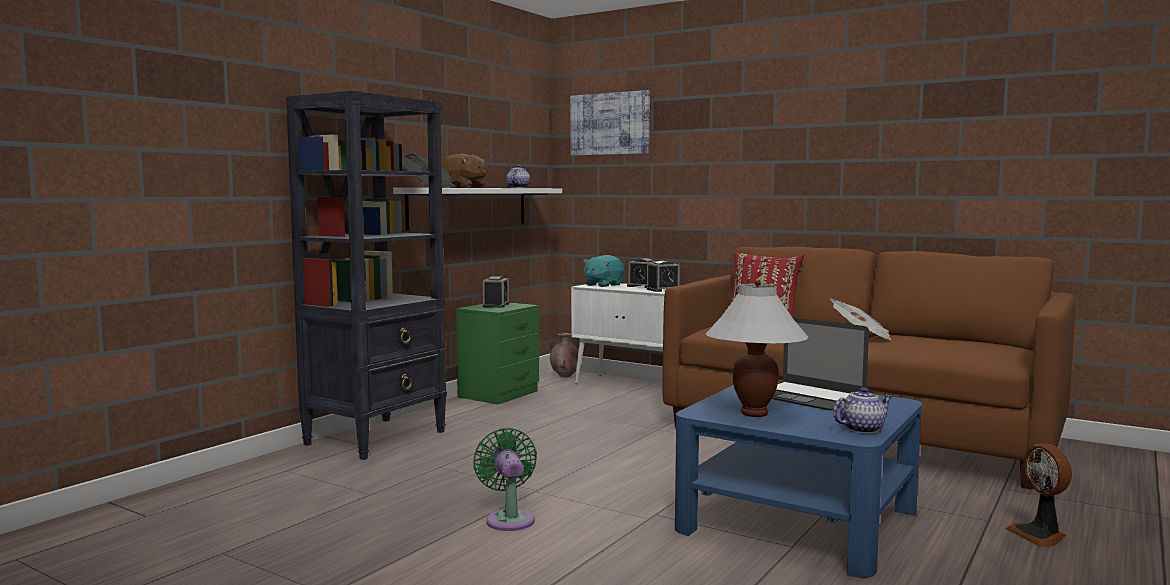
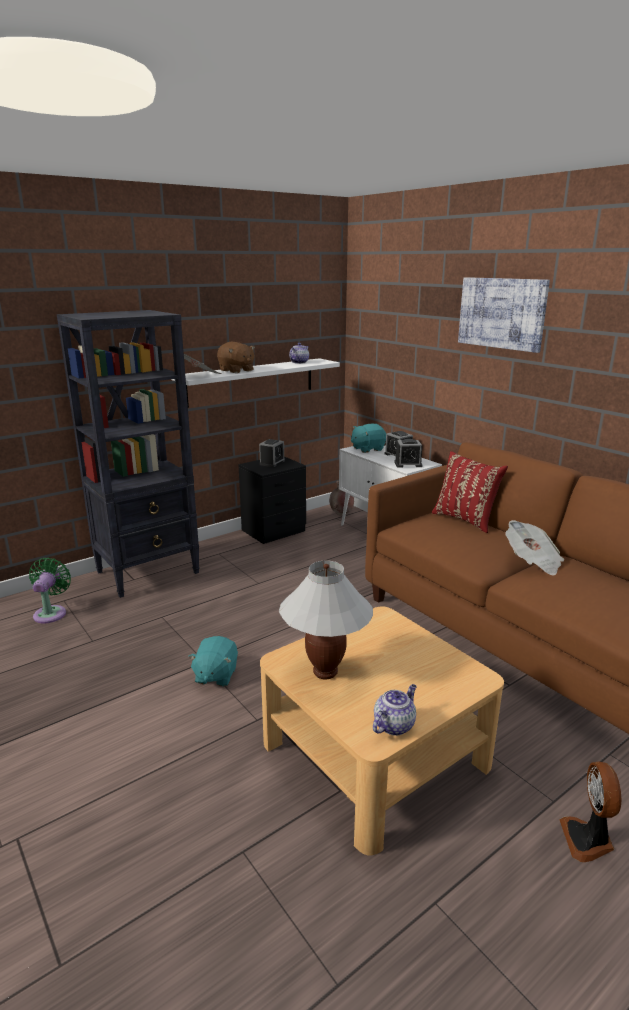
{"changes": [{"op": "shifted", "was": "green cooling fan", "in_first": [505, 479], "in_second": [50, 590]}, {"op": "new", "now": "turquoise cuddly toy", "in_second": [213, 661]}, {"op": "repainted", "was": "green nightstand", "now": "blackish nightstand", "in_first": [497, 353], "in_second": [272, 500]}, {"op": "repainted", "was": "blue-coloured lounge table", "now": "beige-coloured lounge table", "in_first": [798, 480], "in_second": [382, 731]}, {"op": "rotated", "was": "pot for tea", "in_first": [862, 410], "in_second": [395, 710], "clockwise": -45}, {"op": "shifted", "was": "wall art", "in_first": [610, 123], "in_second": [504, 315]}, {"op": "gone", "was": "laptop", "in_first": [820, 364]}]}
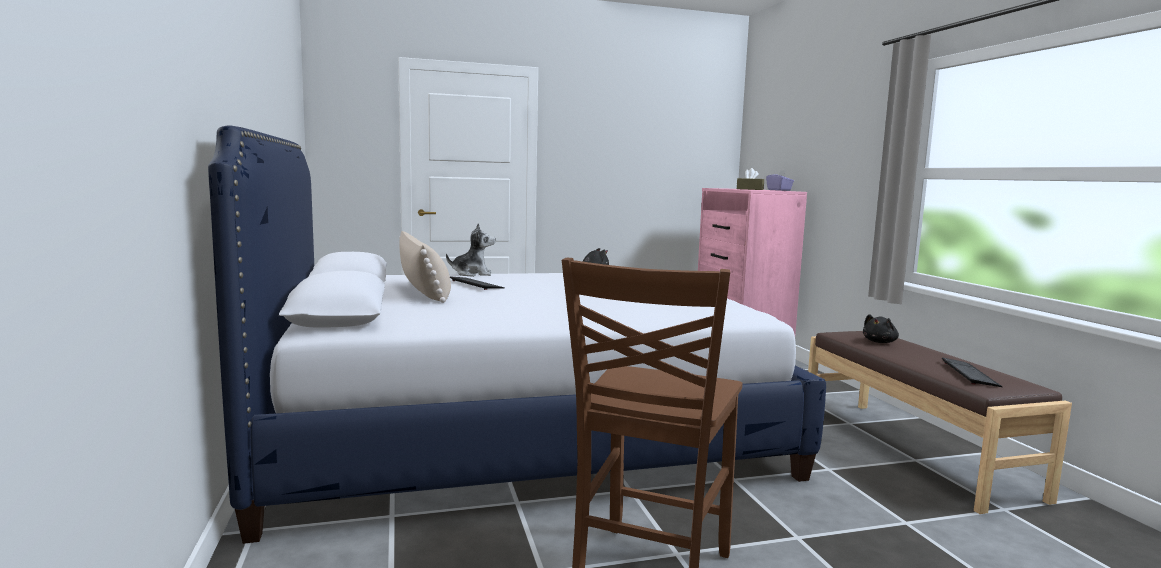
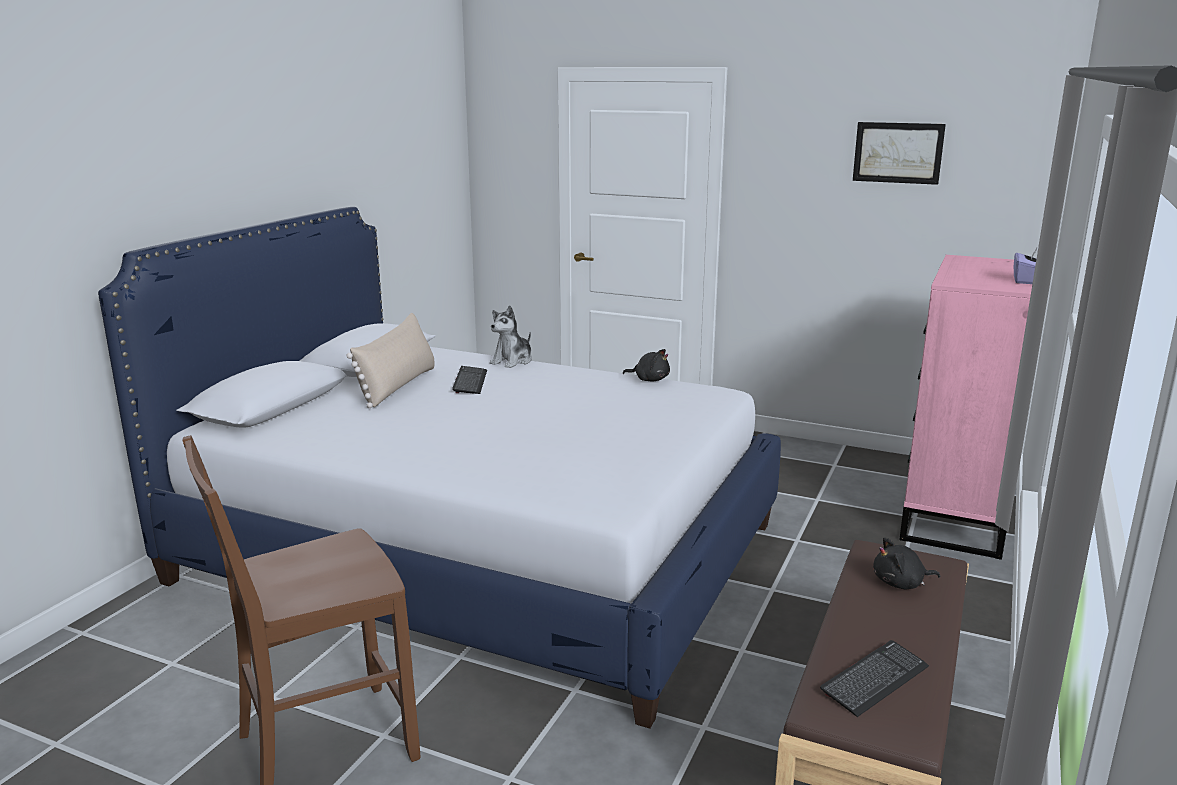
{"changes": [{"op": "rotated", "was": "cuddly toy", "in_first": [471, 250], "in_second": [511, 337], "clockwise": 90}, {"op": "new", "now": "wall art", "in_second": [899, 153]}, {"op": "gone", "was": "brown-coloured tissue box", "in_first": [750, 179]}]}
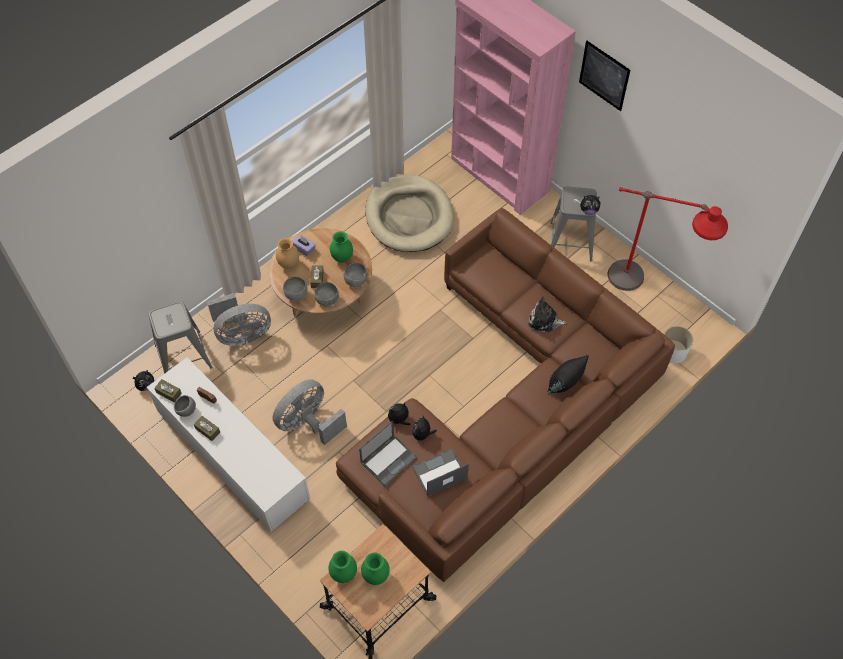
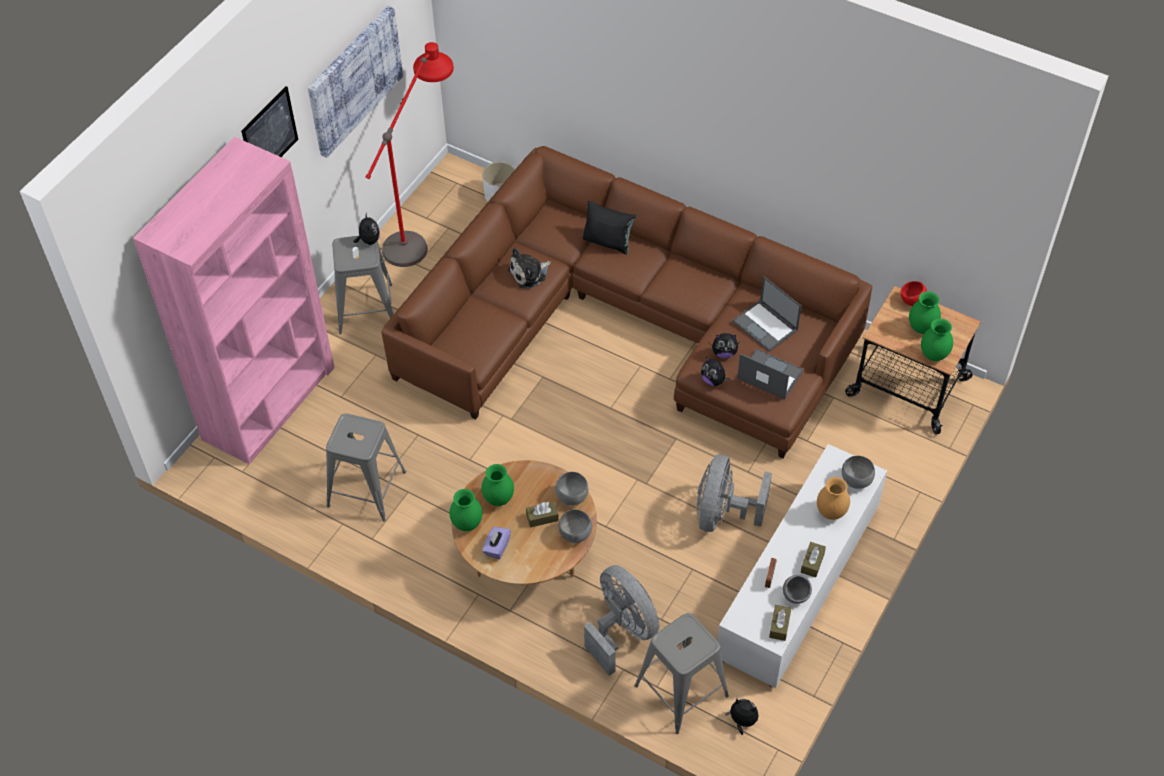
{"changes": [{"op": "new", "now": "wall art", "in_second": [355, 82]}, {"op": "swapped", "was": "beige-coloured pet bed", "now": "greyish stool seat", "in_first": [409, 213], "in_second": [366, 467]}, {"op": "new", "now": "green decorative vase", "in_second": [465, 510]}, {"op": "rotated", "was": "cuddly toy", "in_first": [547, 314], "in_second": [529, 268], "clockwise": 60}, {"op": "rotated", "was": "greyish cooling fan", "in_first": [309, 412], "in_second": [734, 493], "clockwise": 75}, {"op": "shifted", "was": "brown-coloured decorative vase", "in_first": [287, 253], "in_second": [833, 498]}, {"op": "shifted", "was": "greyish bowl", "in_first": [355, 275], "in_second": [858, 472]}, {"op": "new", "now": "red-coloured bowl", "in_second": [914, 293]}]}
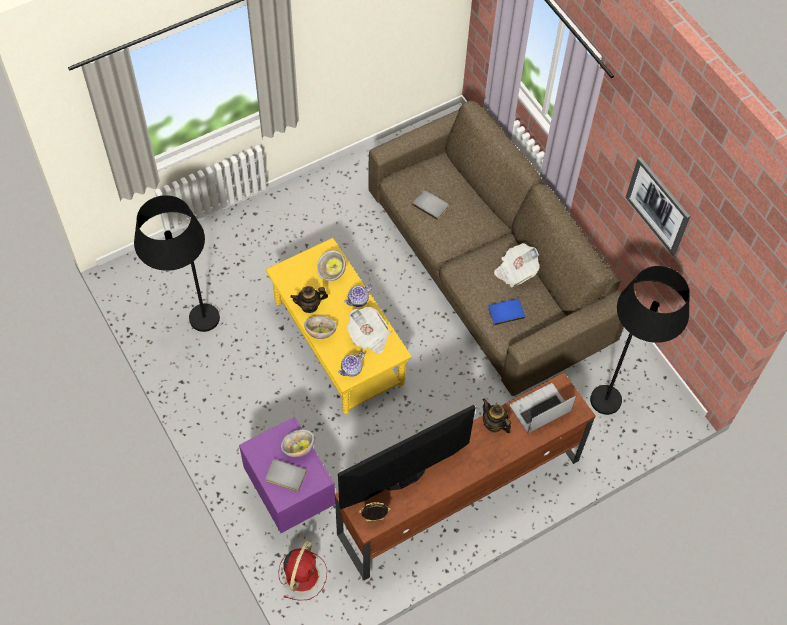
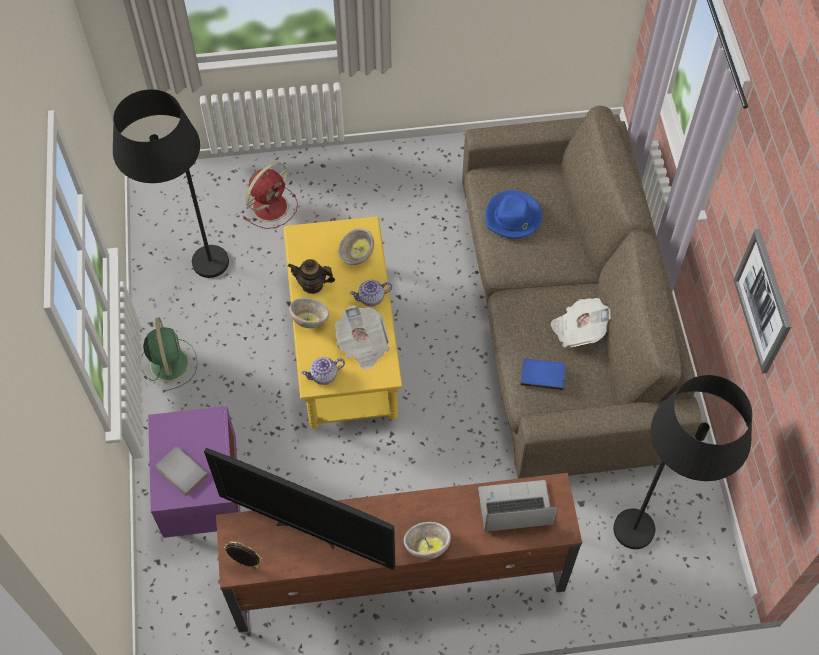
{"changes": [{"op": "new", "now": "green cooling fan", "in_second": [169, 354]}, {"op": "rotated", "was": "TV set", "in_first": [407, 457], "in_second": [299, 509], "clockwise": -150}, {"op": "shifted", "was": "red-coloured cooling fan", "in_first": [302, 570], "in_second": [270, 195]}, {"op": "shifted", "was": "bowl", "in_first": [298, 443], "in_second": [427, 540]}, {"op": "swapped", "was": "greyish volume", "now": "blue-coloured hat", "in_first": [430, 205], "in_second": [514, 214]}, {"op": "gone", "was": "pot for tea", "in_first": [497, 415]}]}
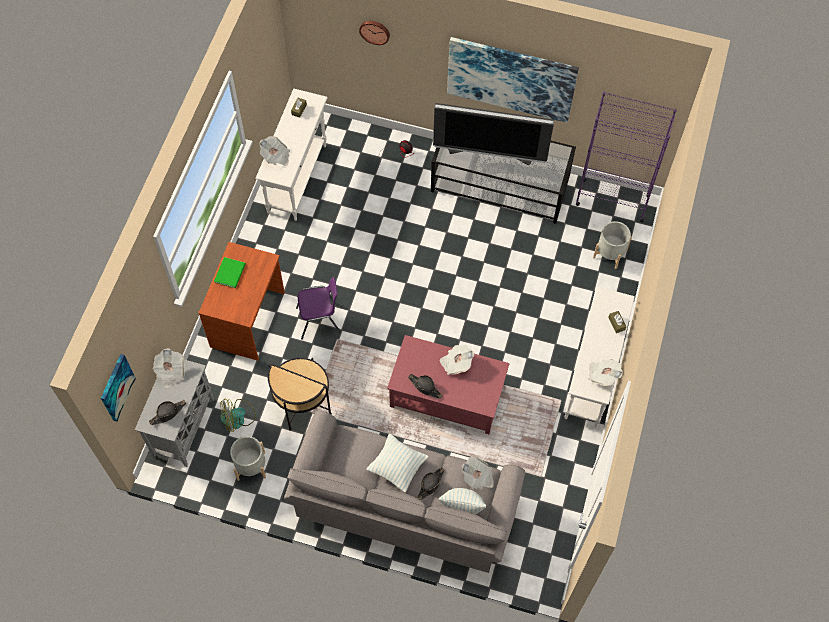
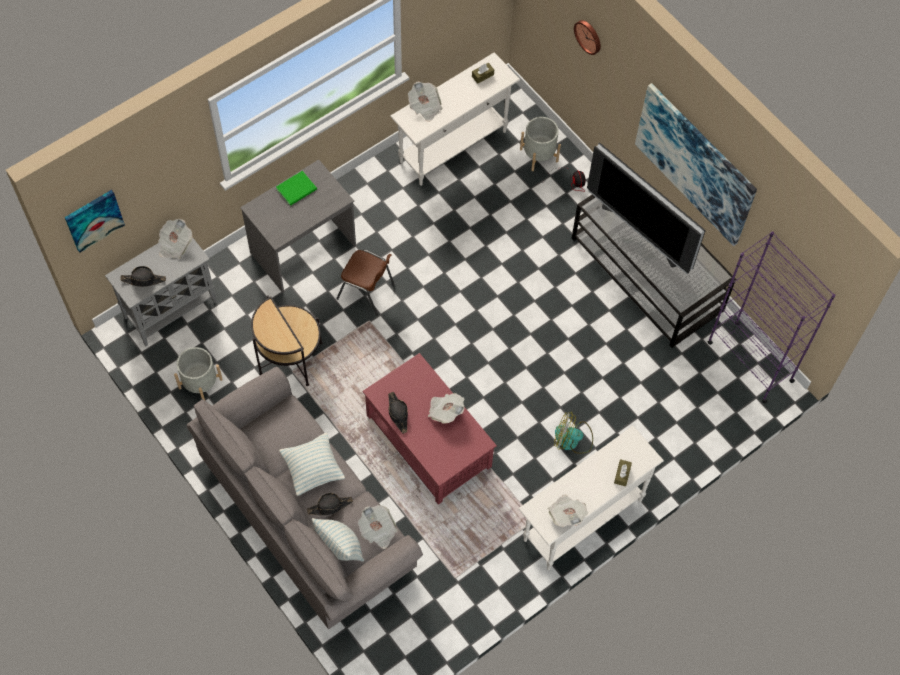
{"changes": [{"op": "repainted", "was": "brown-coloured desk unit", "now": "greyish desk unit", "in_first": [242, 301], "in_second": [298, 226]}, {"op": "repainted", "was": "purple-coloured upright chair", "now": "brown-coloured upright chair", "in_first": [318, 308], "in_second": [365, 283]}, {"op": "shifted", "was": "greyish plant pot", "in_first": [612, 245], "in_second": [540, 144]}, {"op": "shifted", "was": "cooling fan", "in_first": [238, 415], "in_second": [573, 433]}]}
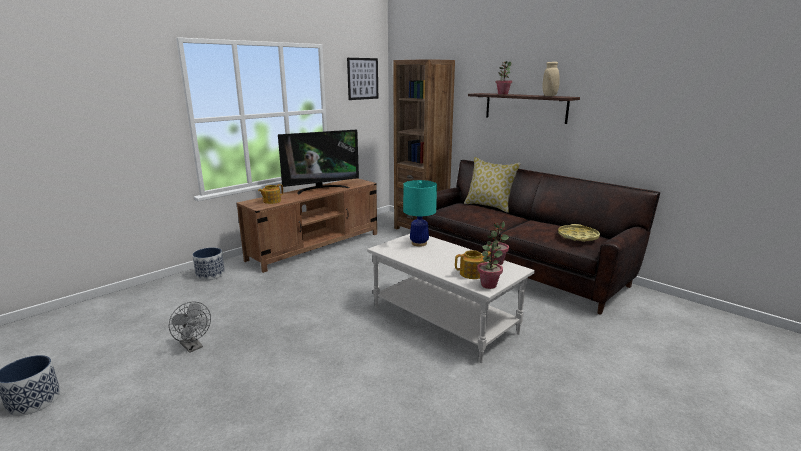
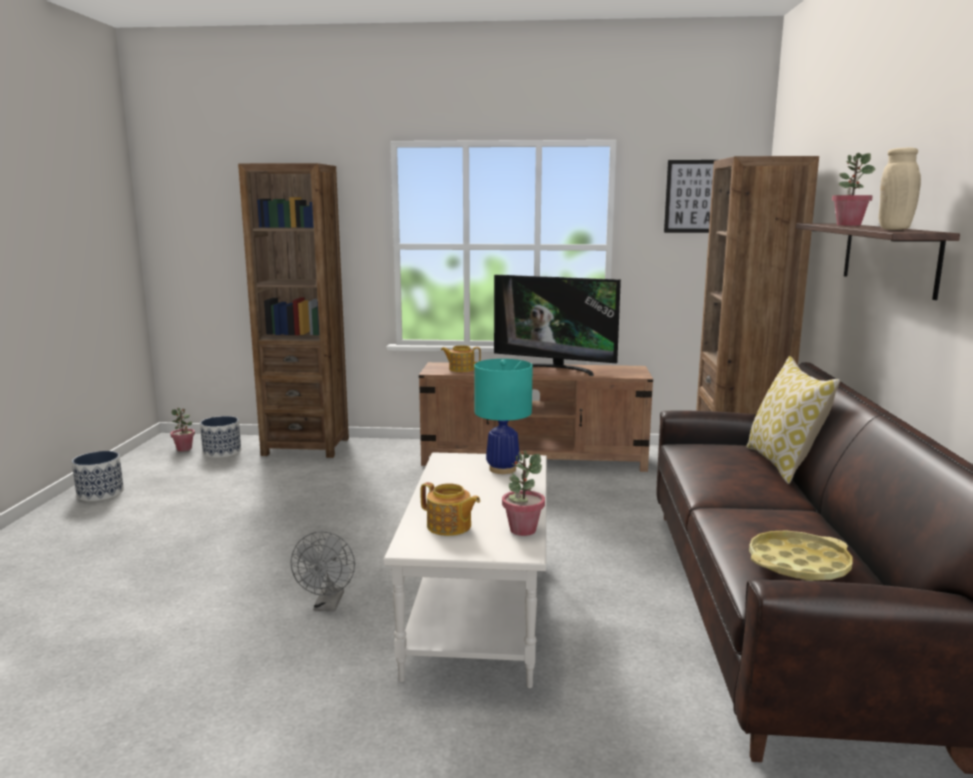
{"changes": [{"op": "shifted", "was": "potted plant", "in_first": [490, 265], "in_second": [182, 430]}, {"op": "shifted", "was": "plant pot", "in_first": [209, 264], "in_second": [220, 437]}, {"op": "new", "now": "brown-coloured bookshelf", "in_second": [293, 310]}, {"op": "shifted", "was": "greyish cooling fan", "in_first": [190, 327], "in_second": [322, 571]}]}
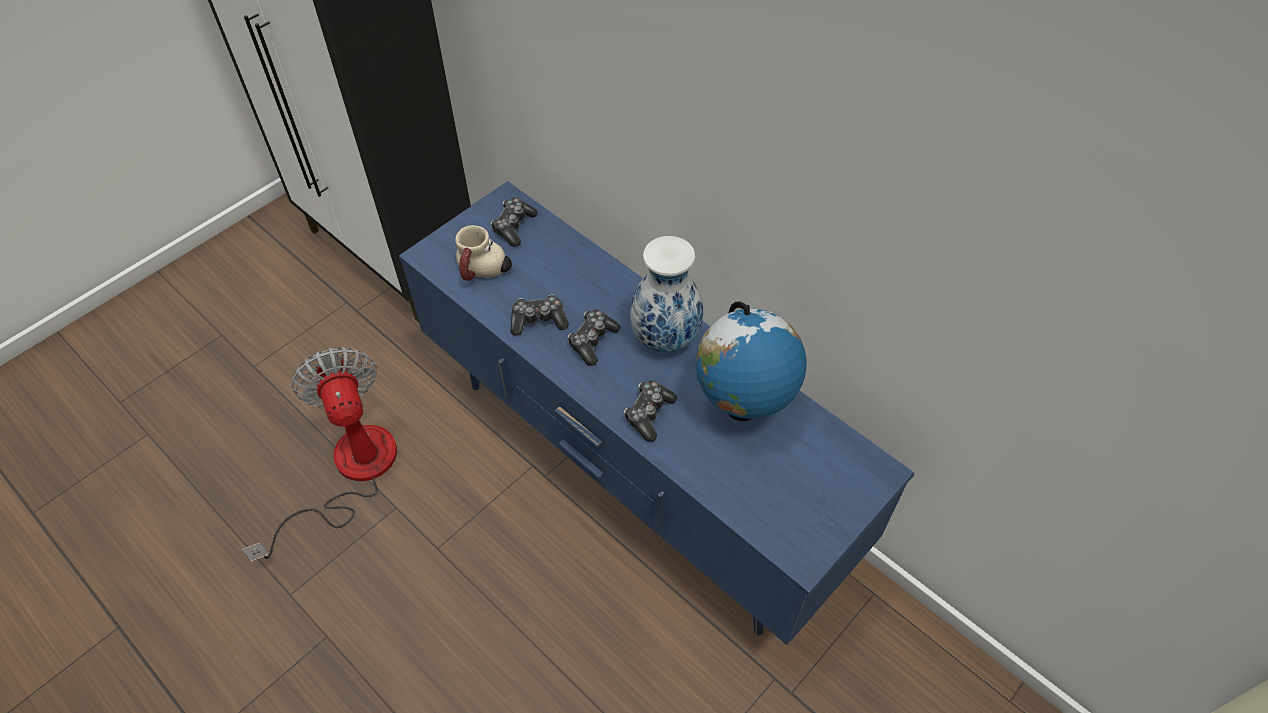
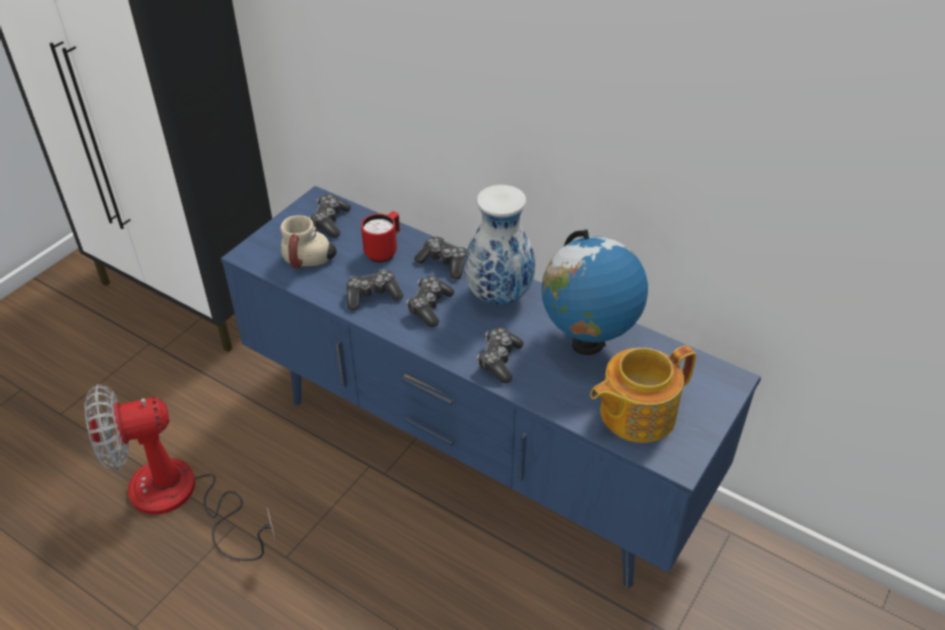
{"changes": [{"op": "rotated", "was": "cooling fan", "in_first": [319, 454], "in_second": [180, 472], "clockwise": -75}, {"op": "new", "now": "red-coloured tea mug", "in_second": [380, 236]}, {"op": "new", "now": "game controller", "in_second": [440, 258]}, {"op": "new", "now": "pot for tea", "in_second": [643, 394]}]}
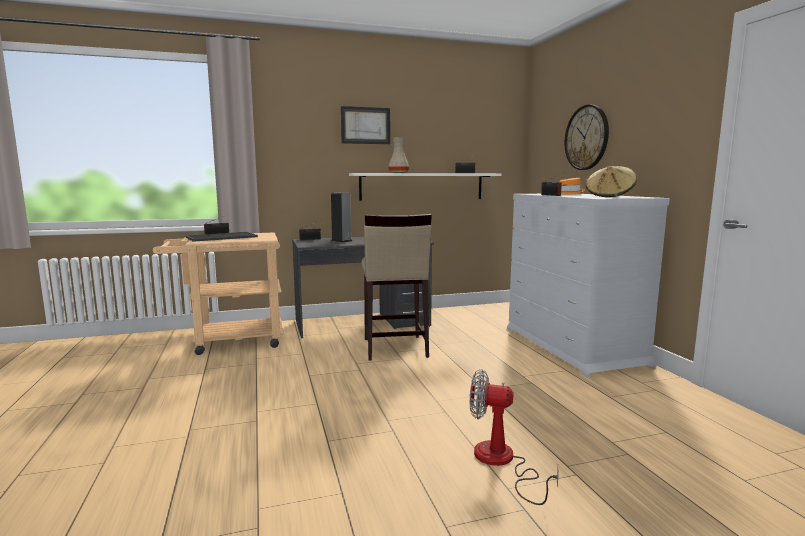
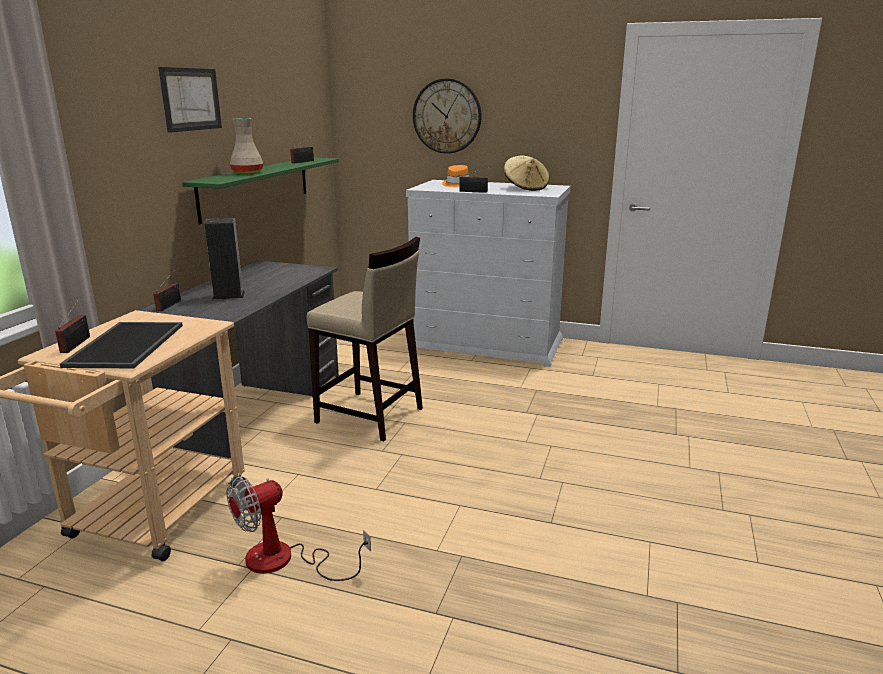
{"changes": [{"op": "repainted", "was": "white wall shelf", "now": "green wall shelf", "in_first": [425, 187], "in_second": [260, 191]}, {"op": "shifted", "was": "cooling fan", "in_first": [514, 437], "in_second": [298, 528]}]}
